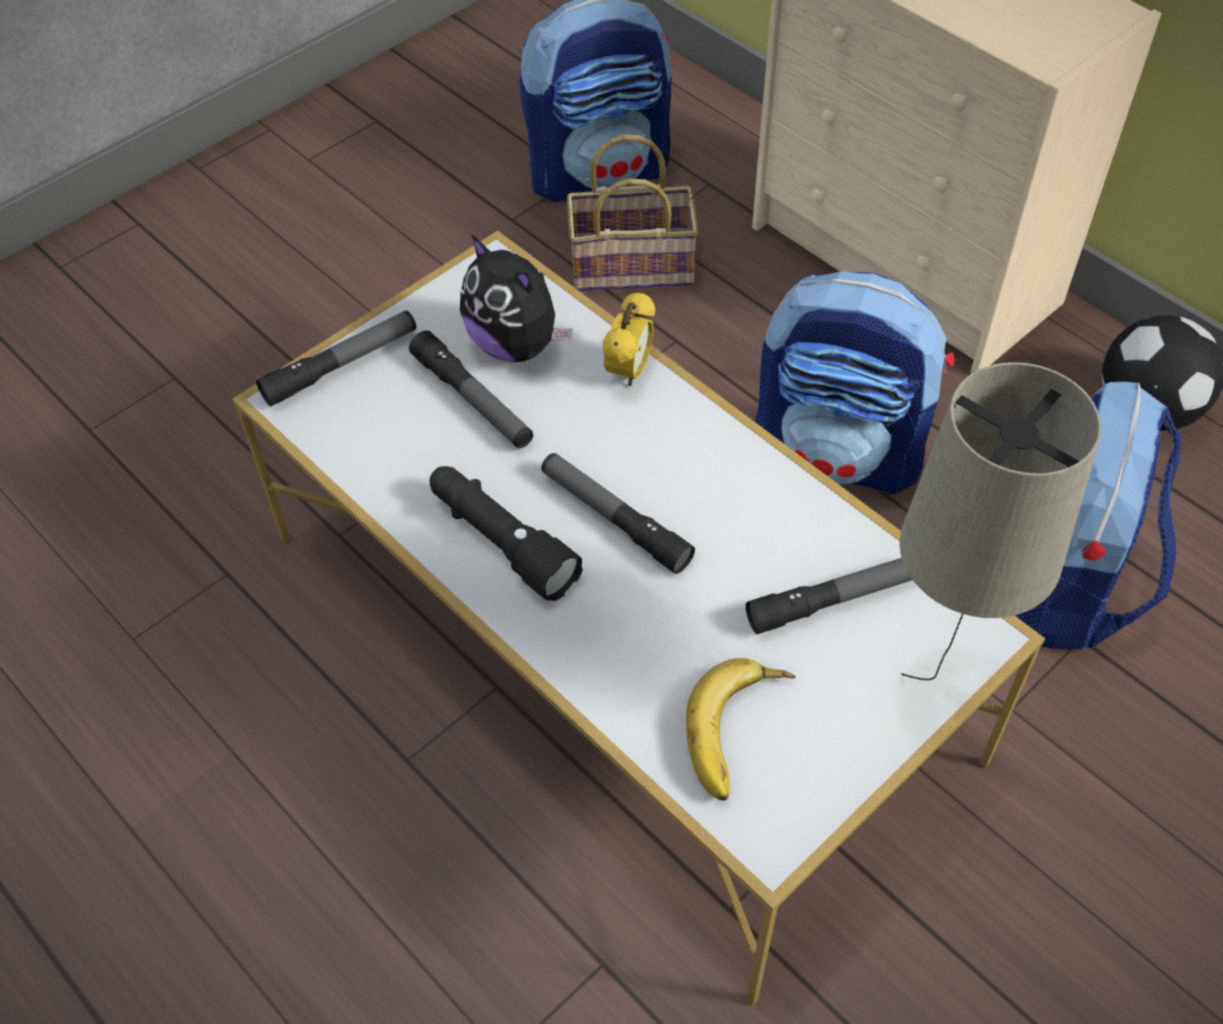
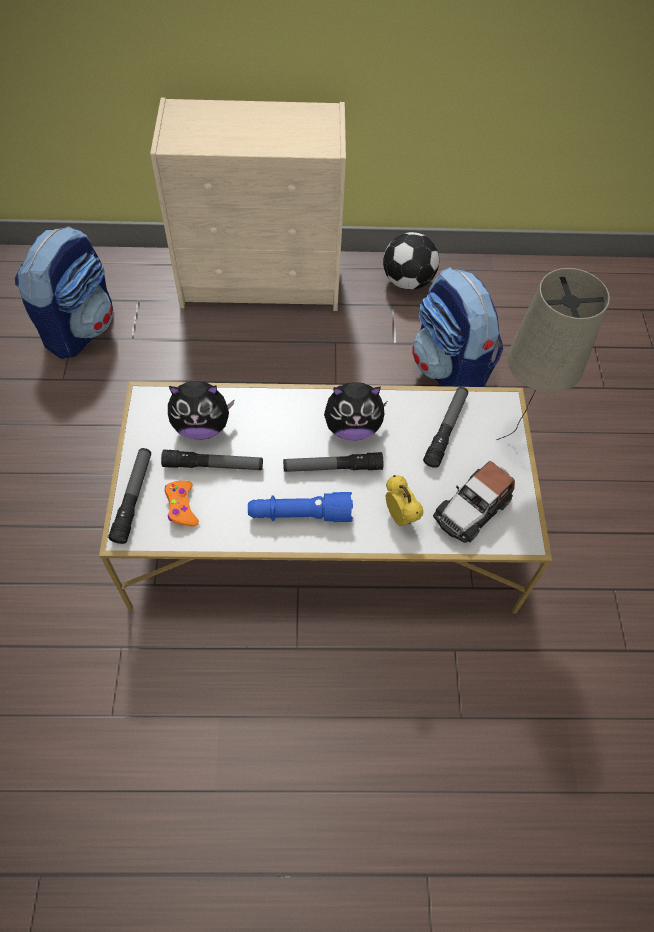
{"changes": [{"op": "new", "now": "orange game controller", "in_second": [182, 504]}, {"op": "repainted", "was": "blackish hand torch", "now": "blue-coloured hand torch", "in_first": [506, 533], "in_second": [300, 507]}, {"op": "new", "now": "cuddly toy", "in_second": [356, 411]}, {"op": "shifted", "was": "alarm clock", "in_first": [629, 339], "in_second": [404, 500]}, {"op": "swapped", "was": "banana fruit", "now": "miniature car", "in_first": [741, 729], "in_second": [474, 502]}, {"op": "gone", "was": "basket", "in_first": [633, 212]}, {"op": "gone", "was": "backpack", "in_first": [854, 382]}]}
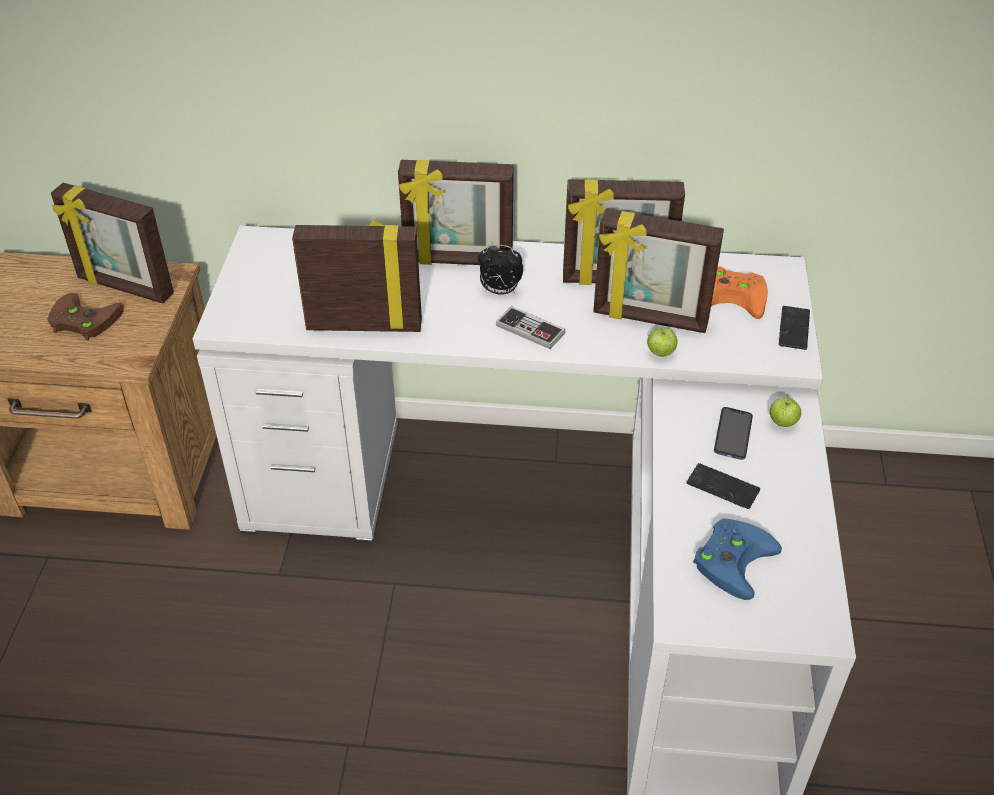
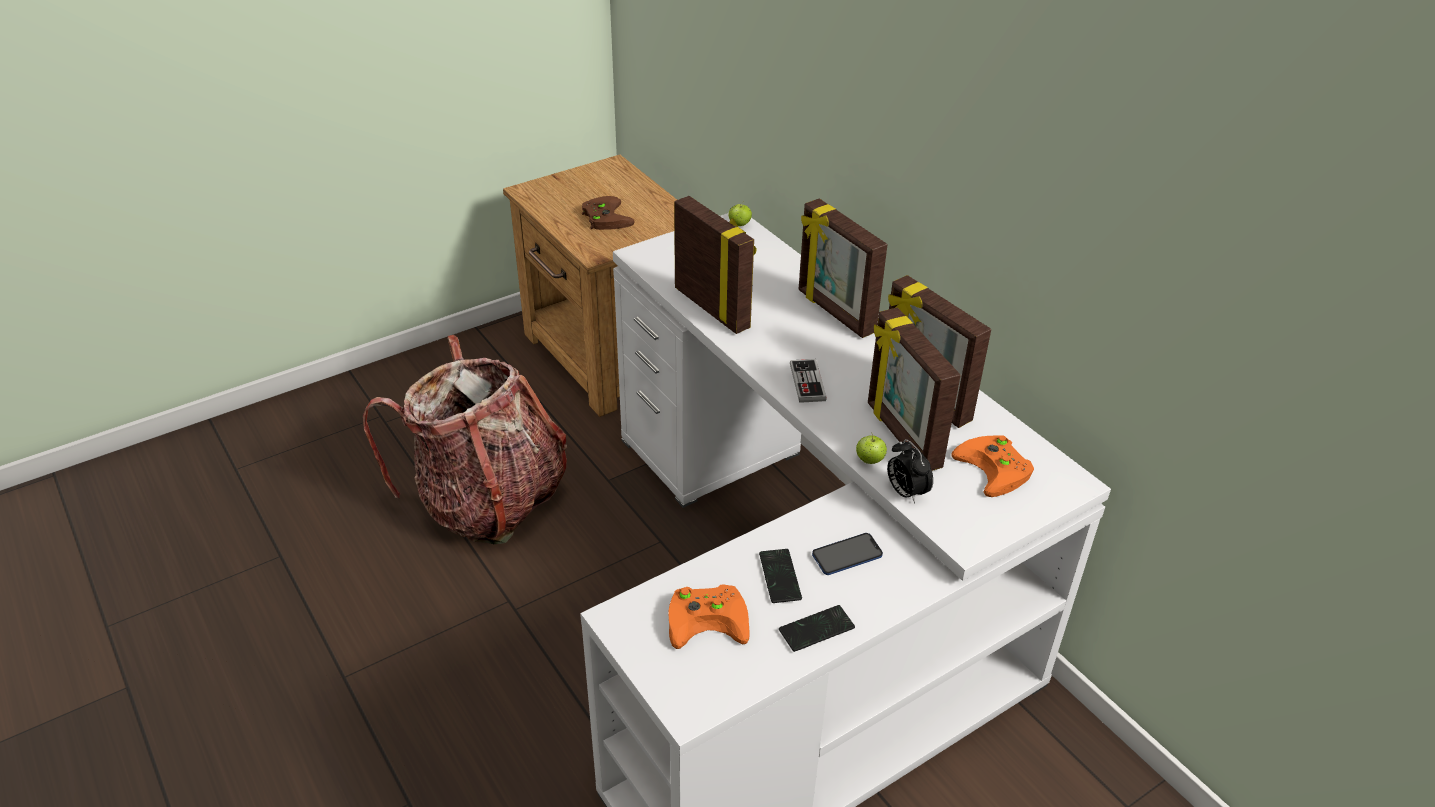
{"changes": [{"op": "new", "now": "backpack", "in_second": [465, 439]}, {"op": "repainted", "was": "blue-coloured game controller", "now": "orange game controller", "in_first": [737, 559], "in_second": [709, 616]}, {"op": "shifted", "was": "whole apple", "in_first": [785, 411], "in_second": [740, 213]}, {"op": "shifted", "was": "telephone", "in_first": [794, 328], "in_second": [817, 628]}, {"op": "shifted", "was": "alarm clock", "in_first": [500, 269], "in_second": [910, 471]}, {"op": "gone", "was": "standing frame", "in_first": [112, 243]}]}
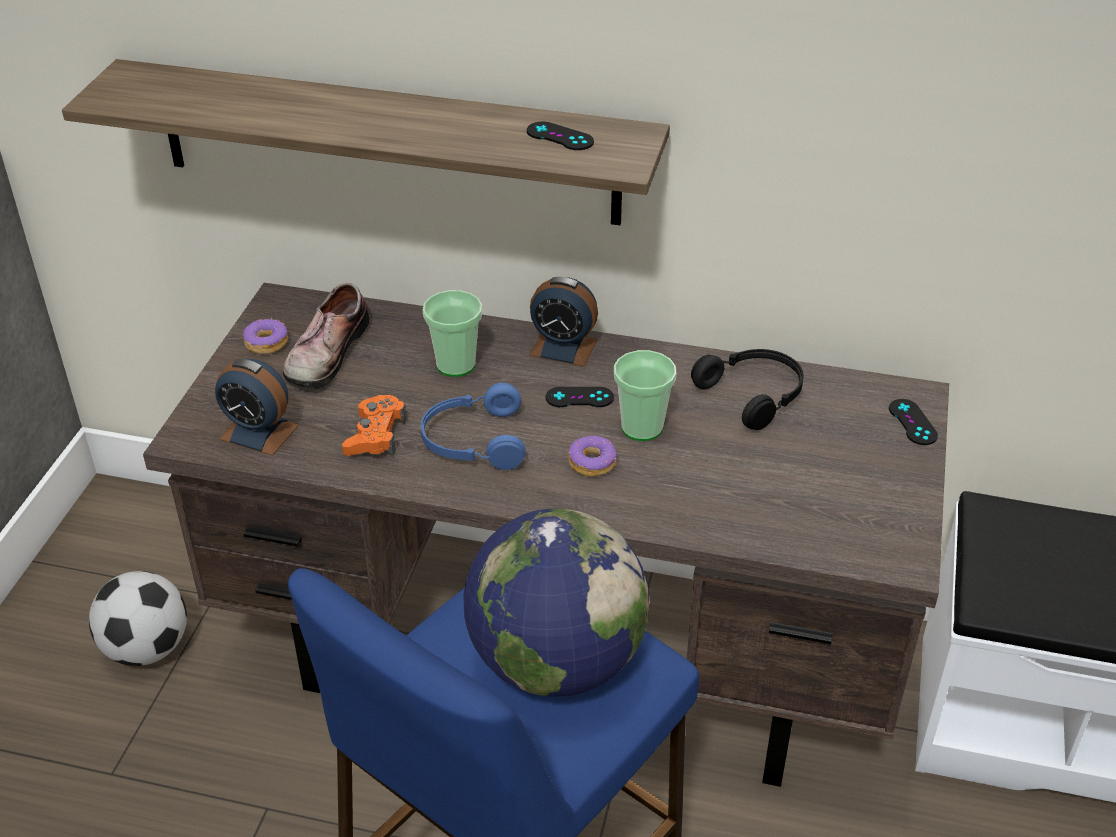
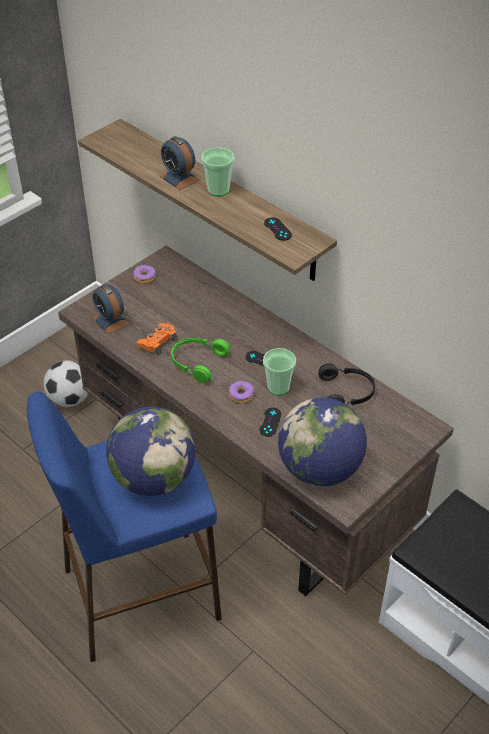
{"changes": [{"op": "shifted", "was": "alarm clock", "in_first": [563, 322], "in_second": [179, 163]}, {"op": "repainted", "was": "blue-coloured headset", "now": "green headset", "in_first": [473, 426], "in_second": [200, 360]}, {"op": "shifted", "was": "small cup", "in_first": [452, 333], "in_second": [217, 172]}, {"op": "shifted", "was": "blackish game controller", "in_first": [913, 422], "in_second": [270, 422]}, {"op": "new", "now": "globe", "in_second": [322, 442]}, {"op": "gone", "was": "shoe", "in_first": [326, 336]}]}
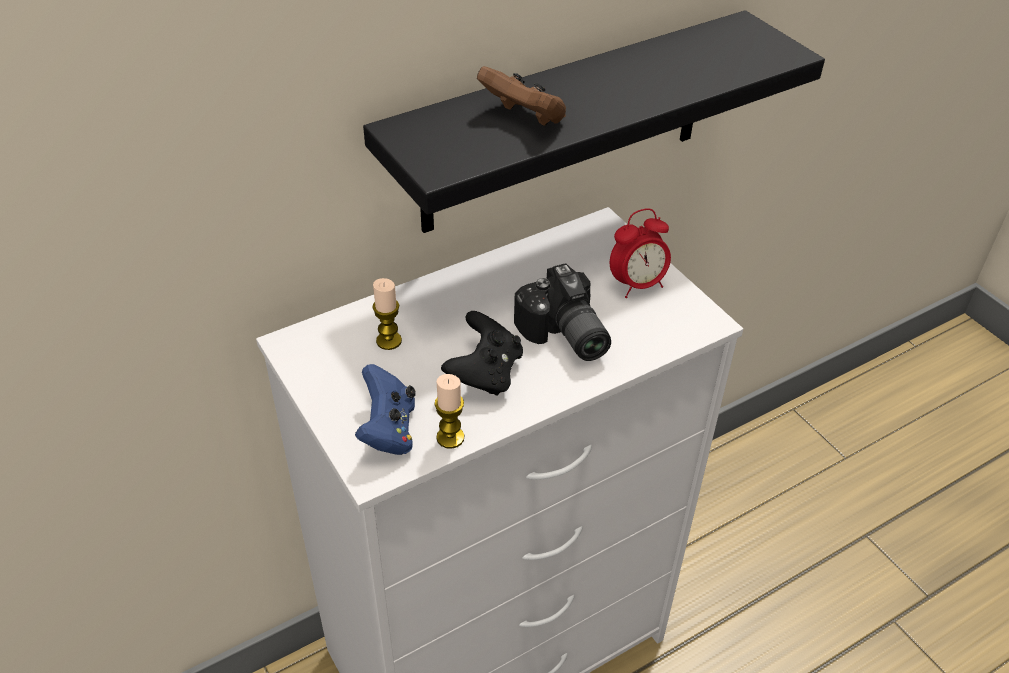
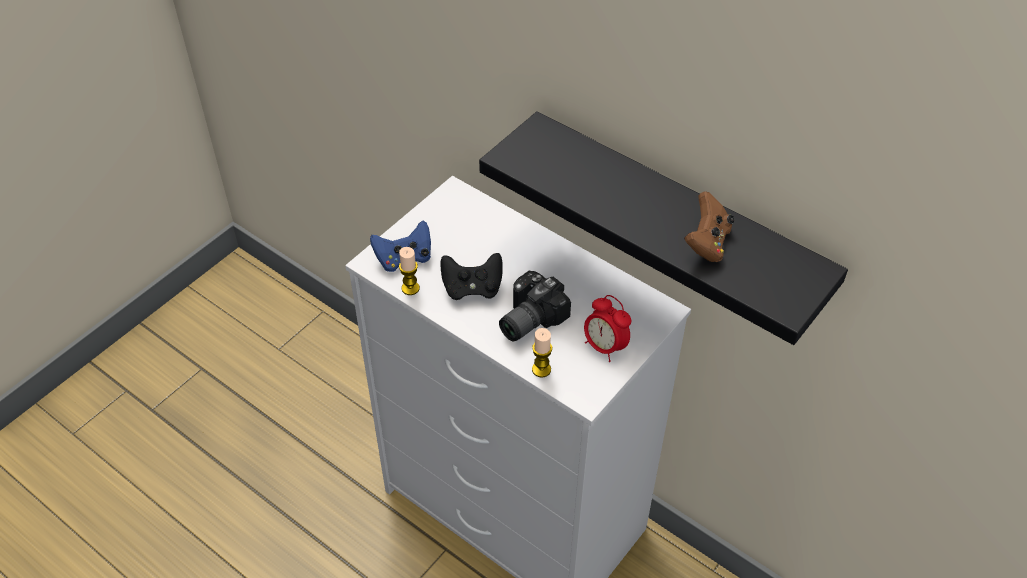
{"changes": [{"op": "shifted", "was": "wax candle", "in_first": [387, 314], "in_second": [542, 352]}, {"op": "shifted", "was": "brown-coloured game controller", "in_first": [521, 96], "in_second": [709, 226]}]}
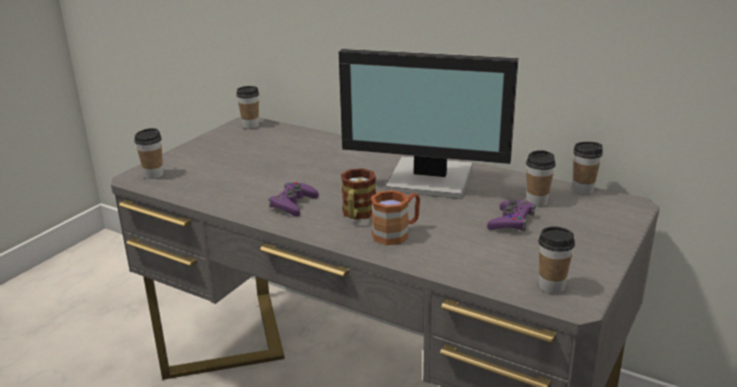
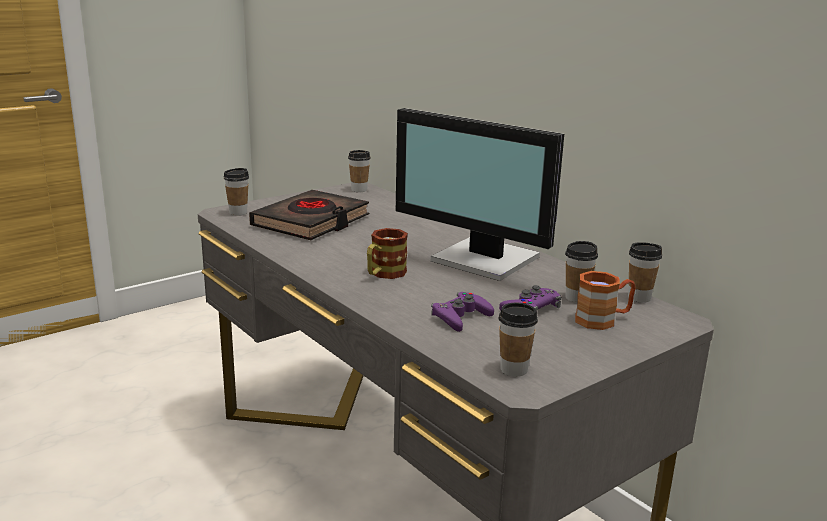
{"changes": [{"op": "new", "now": "blackish volume", "in_second": [309, 215]}, {"op": "shifted", "was": "purple-coloured game controller", "in_first": [293, 199], "in_second": [462, 312]}, {"op": "shifted", "was": "brown-coloured tea mug", "in_first": [395, 217], "in_second": [605, 300]}]}
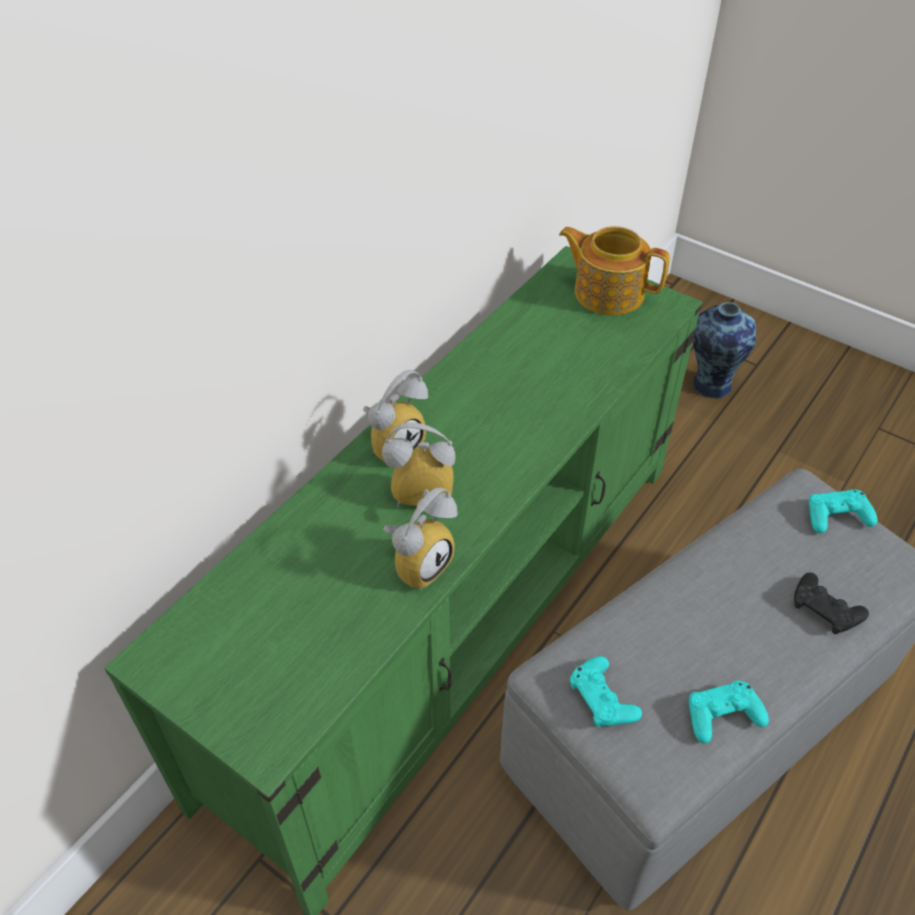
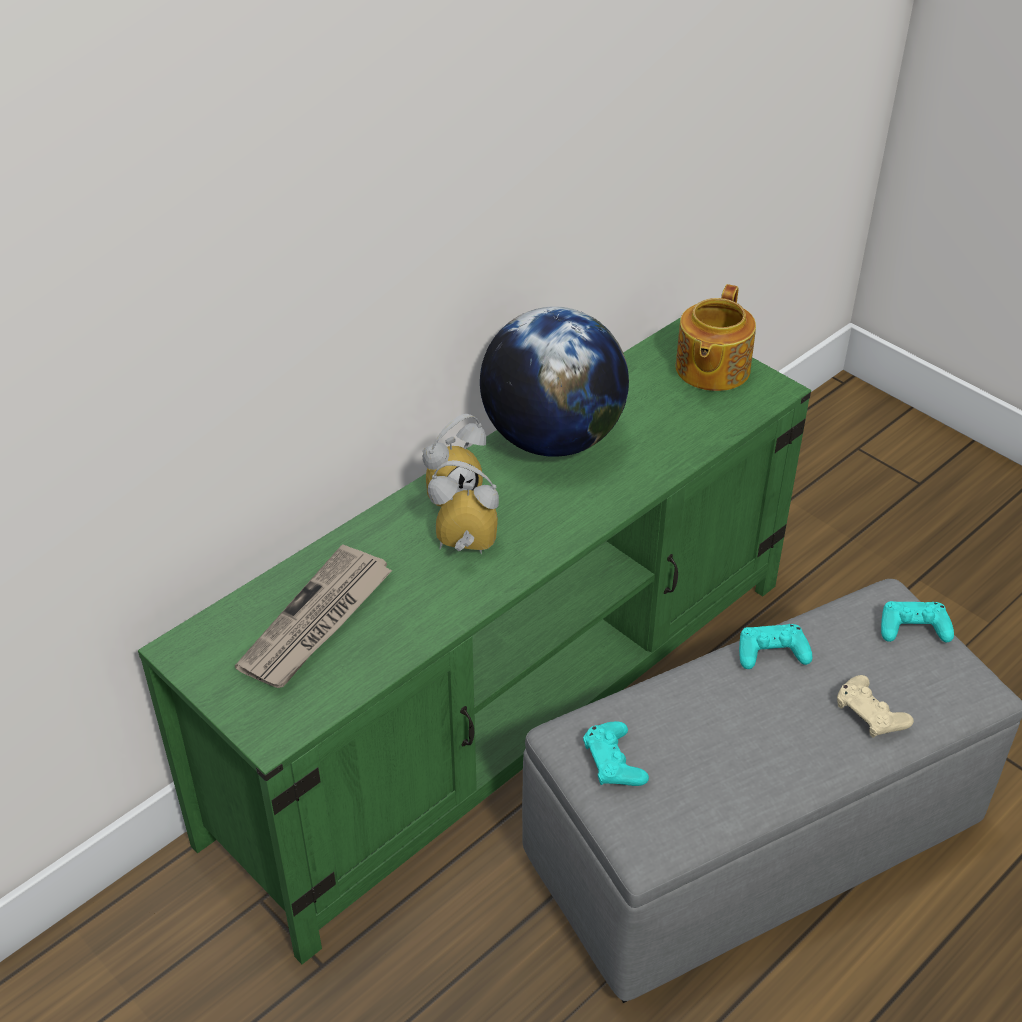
{"changes": [{"op": "new", "now": "daily paper", "in_second": [314, 616]}, {"op": "new", "now": "globe", "in_second": [554, 382]}, {"op": "rotated", "was": "pot for tea", "in_first": [614, 270], "in_second": [716, 337], "clockwise": -105}, {"op": "shifted", "was": "turquoise game controller", "in_first": [729, 711], "in_second": [775, 646]}, {"op": "repainted", "was": "blackish game controller", "now": "beige-coloured game controller", "in_first": [831, 603], "in_second": [875, 706]}, {"op": "gone", "was": "alarm clock", "in_first": [421, 539]}, {"op": "gone", "was": "decorative vase", "in_first": [724, 350]}]}
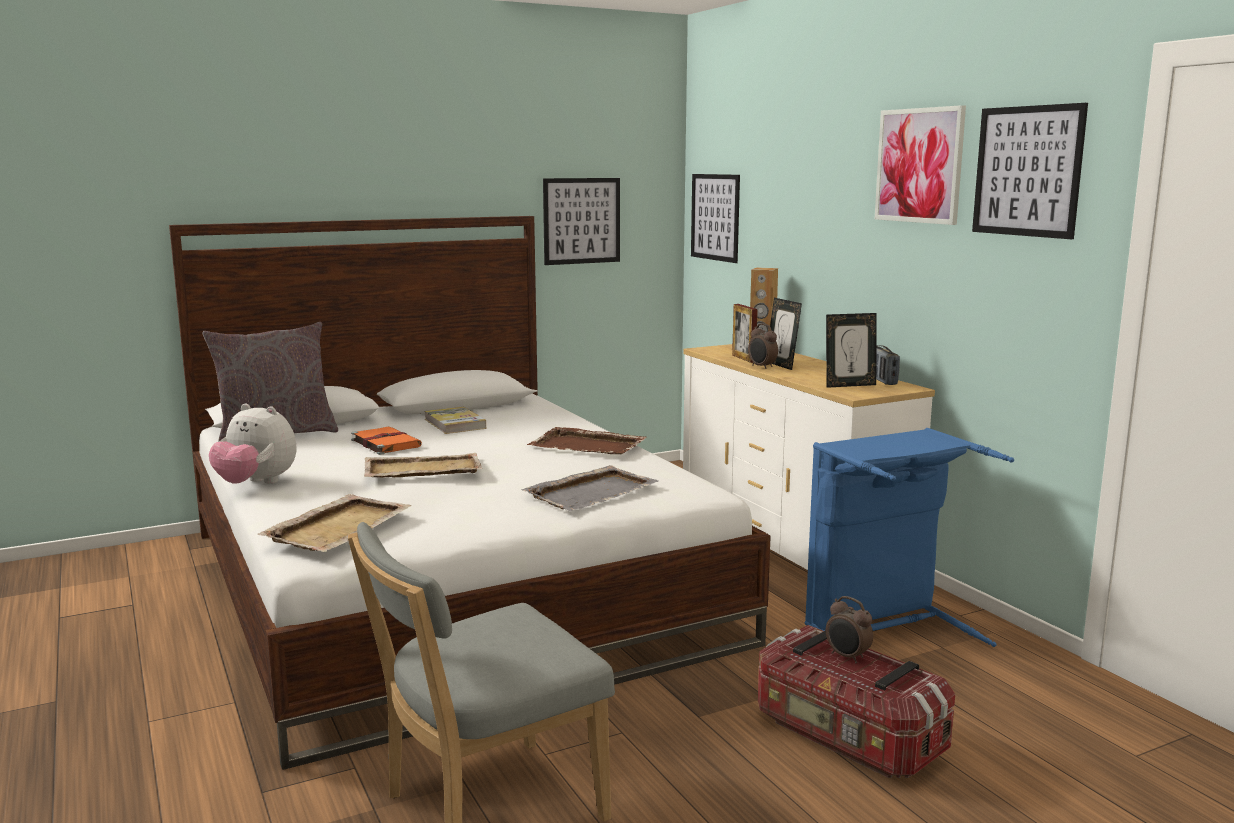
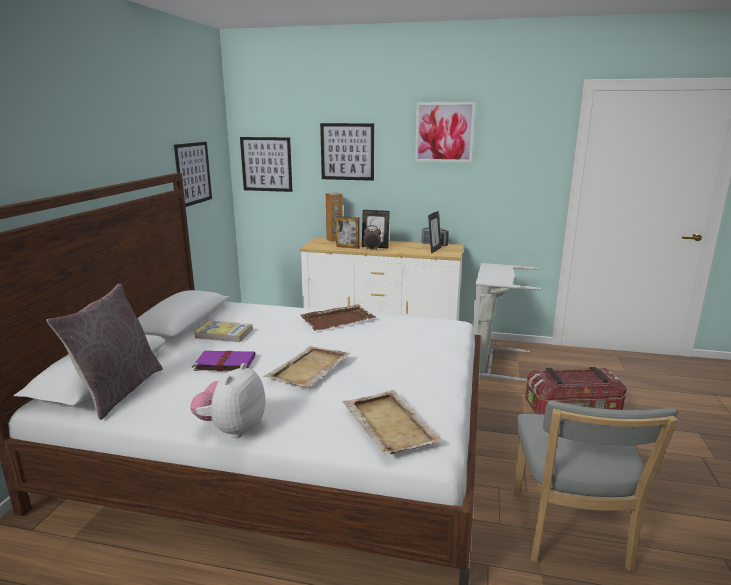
{"changes": [{"op": "rotated", "was": "cuddly toy", "in_first": [253, 444], "in_second": [228, 400], "clockwise": 135}, {"op": "repainted", "was": "orange volume", "now": "purple-coloured volume", "in_first": [386, 441], "in_second": [223, 361]}, {"op": "shifted", "was": "wall art", "in_first": [1030, 171], "in_second": [347, 152]}, {"op": "repainted", "was": "blue-coloured hamper", "now": "greyish hamper", "in_first": [909, 537], "in_second": [507, 322]}, {"op": "gone", "was": "greyish tray", "in_first": [590, 488]}, {"op": "gone", "was": "alarm clock", "in_first": [849, 629]}]}
